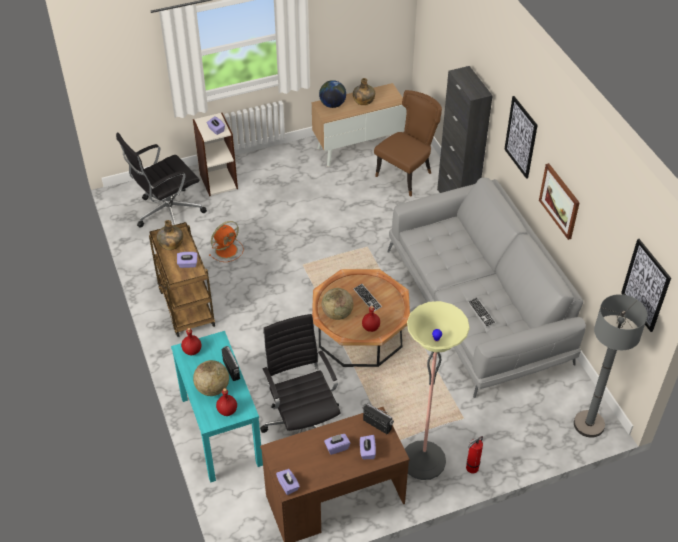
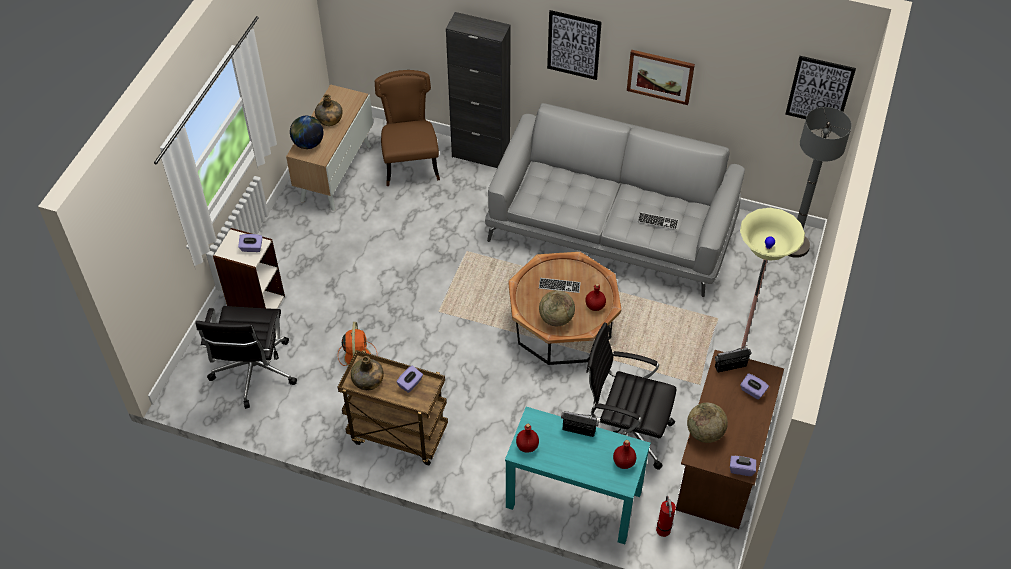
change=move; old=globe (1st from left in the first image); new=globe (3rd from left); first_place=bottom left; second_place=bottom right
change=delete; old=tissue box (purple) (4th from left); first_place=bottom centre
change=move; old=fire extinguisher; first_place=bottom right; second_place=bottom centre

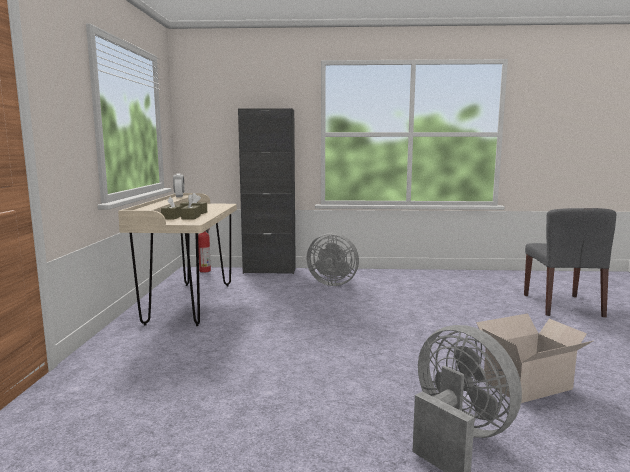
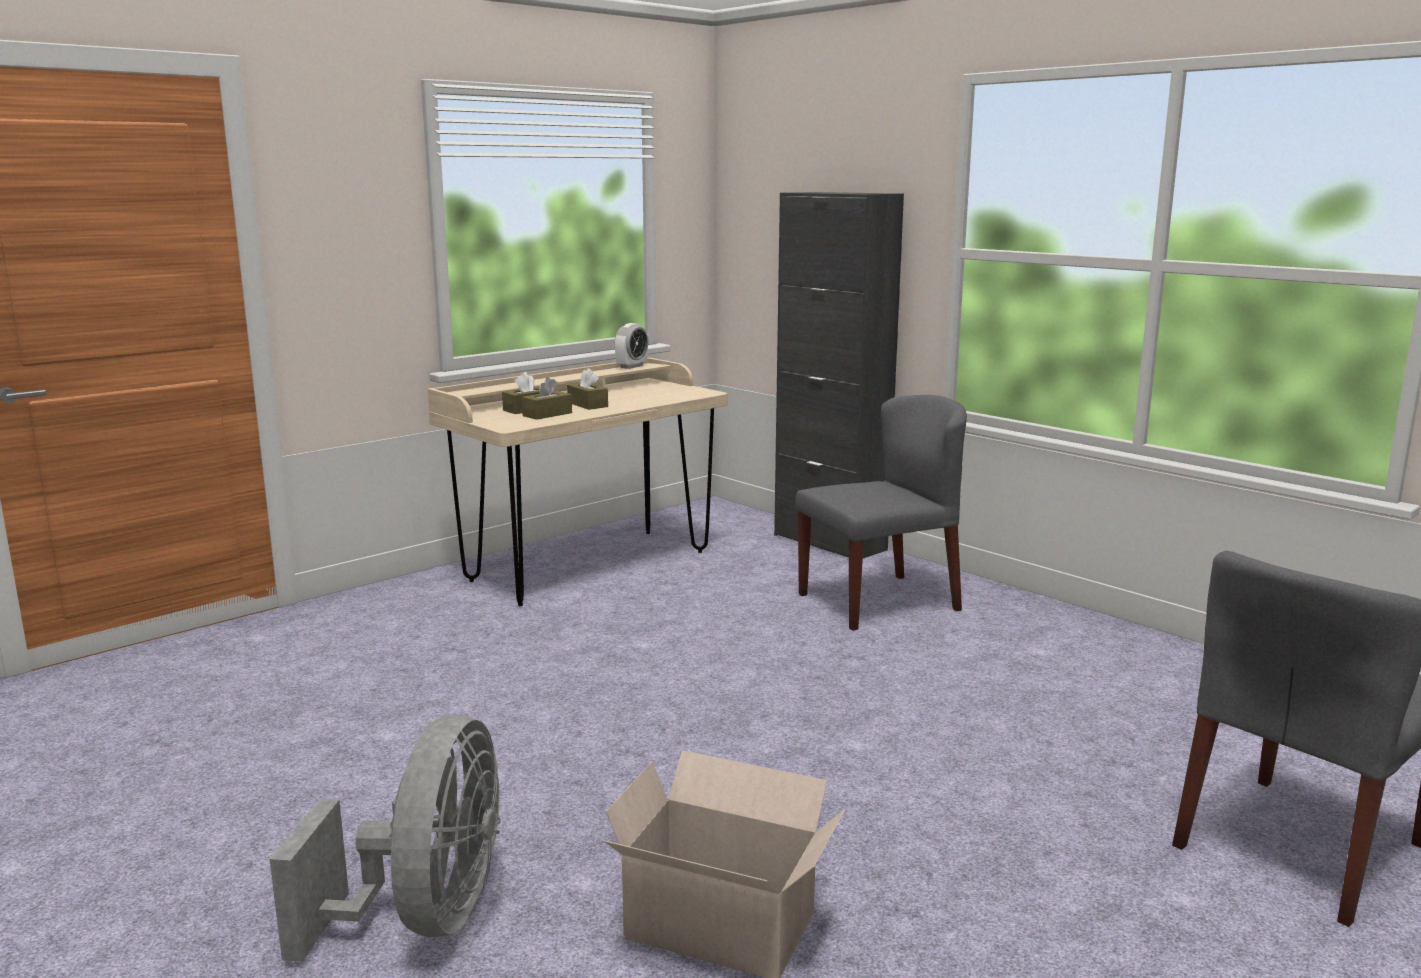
change=delete; old=fire extinguisher; first_place=middle left
change=replace; old=fan (grey) (1st from left); new=chair (grey) (1st from left); first_place=centre; second_place=centre

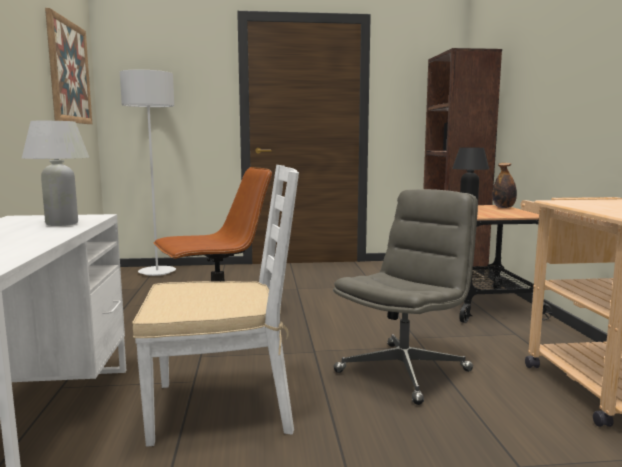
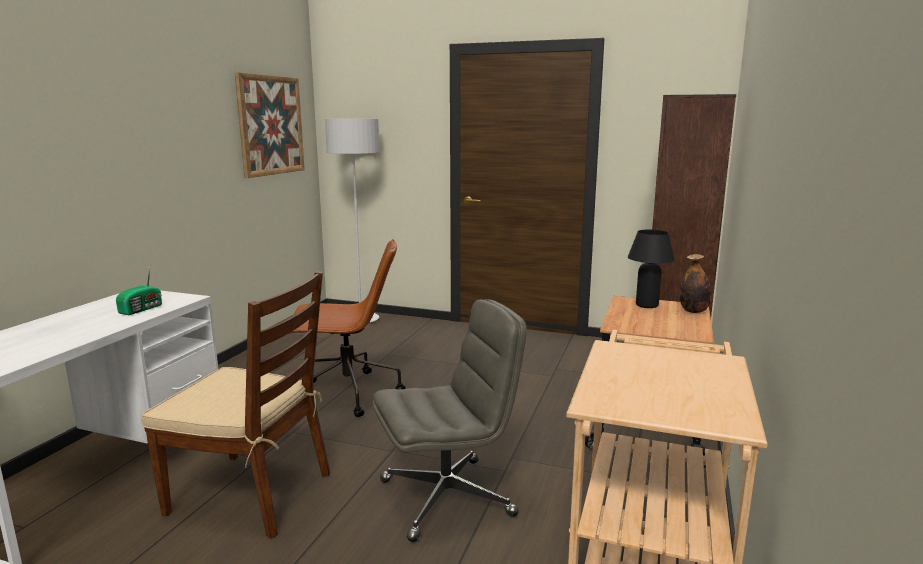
change=replace; old=table lamp (white); new=radio; first_place=middle left; second_place=middle left
change=recolor; old=chair (white); new=chair (brown); first_place=centre; second_place=bottom left

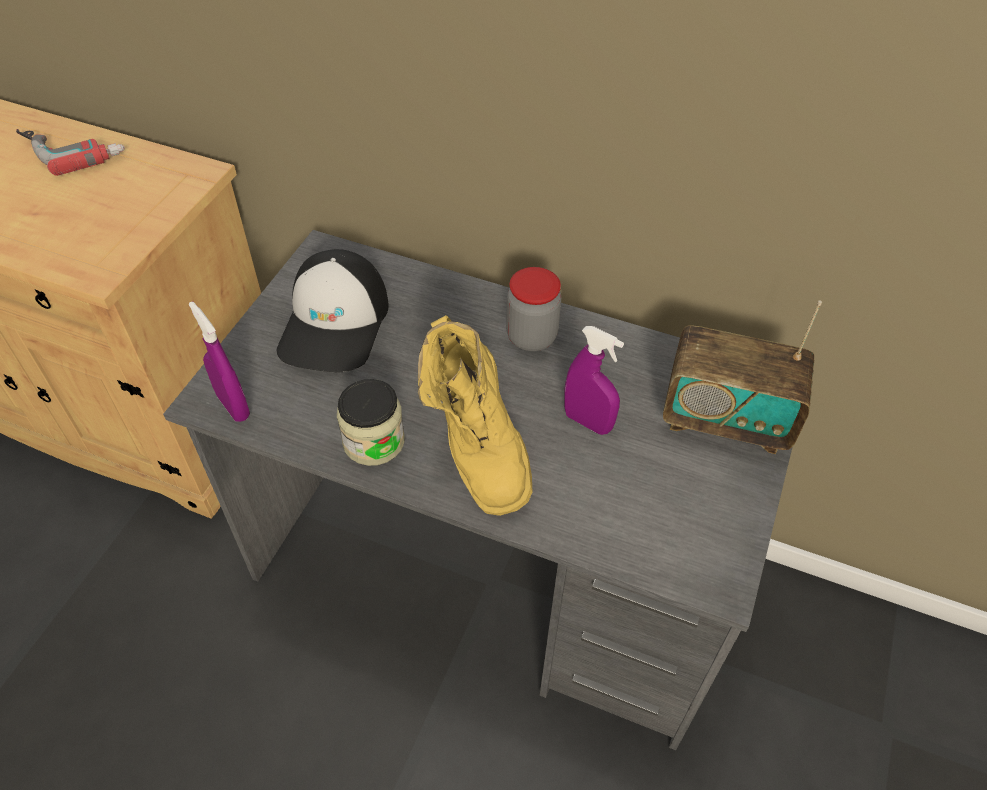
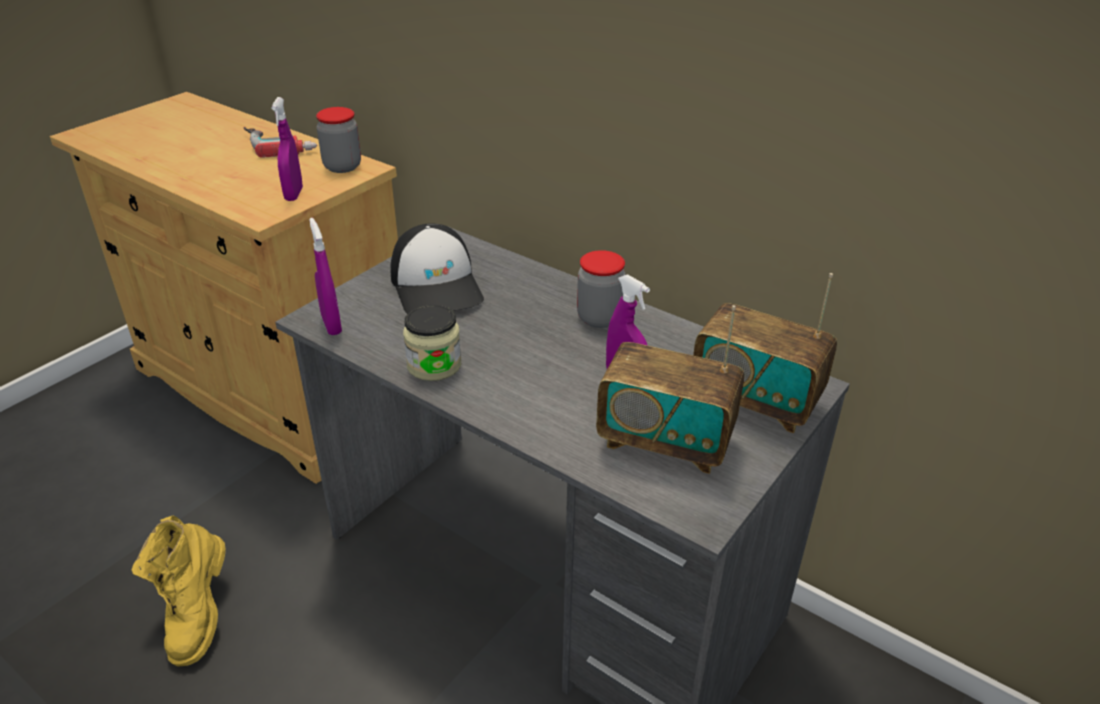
change=rotate; old=cap; first_place=centre; second_place=centre; degrees=-45
change=move; old=boot (yellow); first_place=centre; second_place=bottom left
change=insert; new=spray bottle (purple) (1st from left); second_place=top left
change=insert; new=jar (1st from left); second_place=top left
change=insert; new=radio (1st from left); second_place=centre

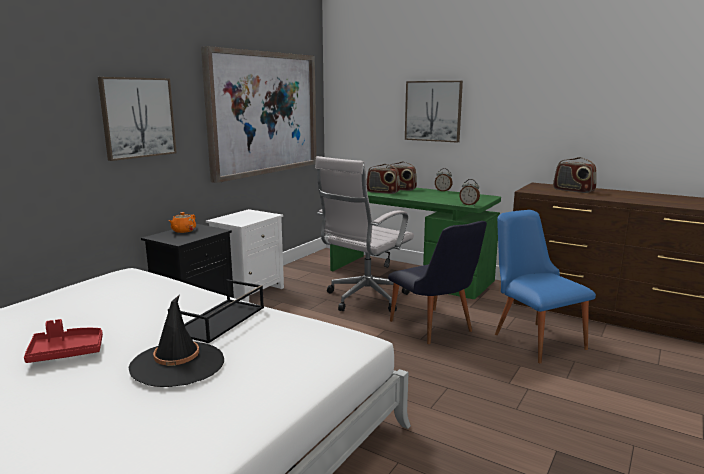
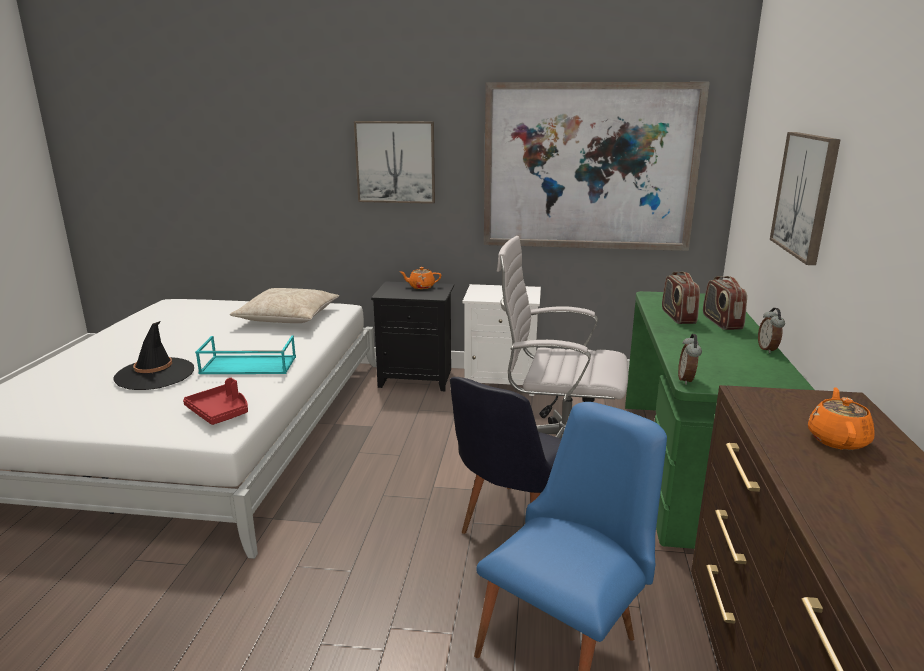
change=move; old=tray (red); first_place=bottom left; second_place=middle left
change=recolor; old=tray (black); new=tray (turquoise); first_place=middle left; second_place=middle left
change=replace; old=radio (3rd from left); new=teapot (orange) (2nd from left); first_place=middle right; second_place=middle right
change=insert; new=pillow (beige); second_place=middle left

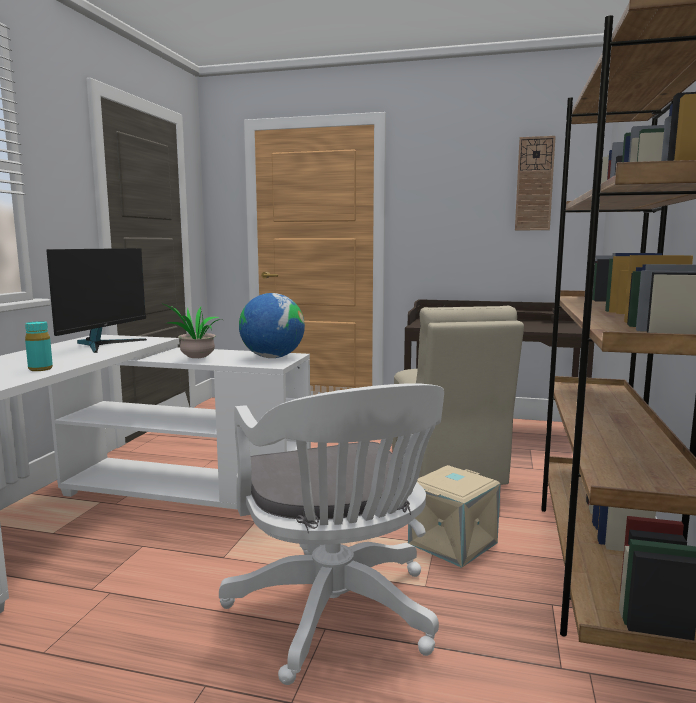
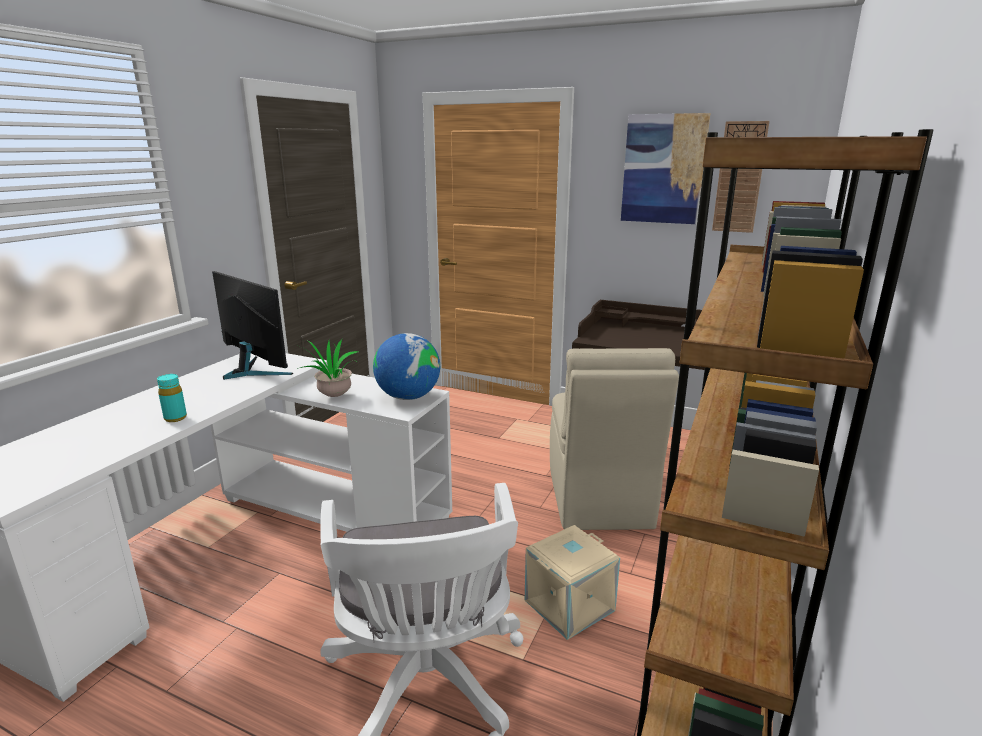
change=rotate; old=monitor; first_place=middle left; second_place=middle left; degrees=-75
change=insert; new=picture; second_place=top right

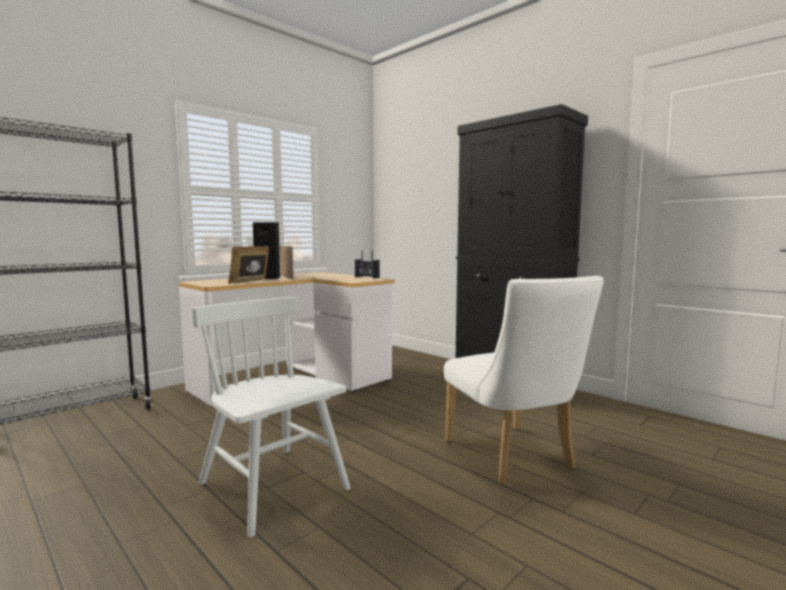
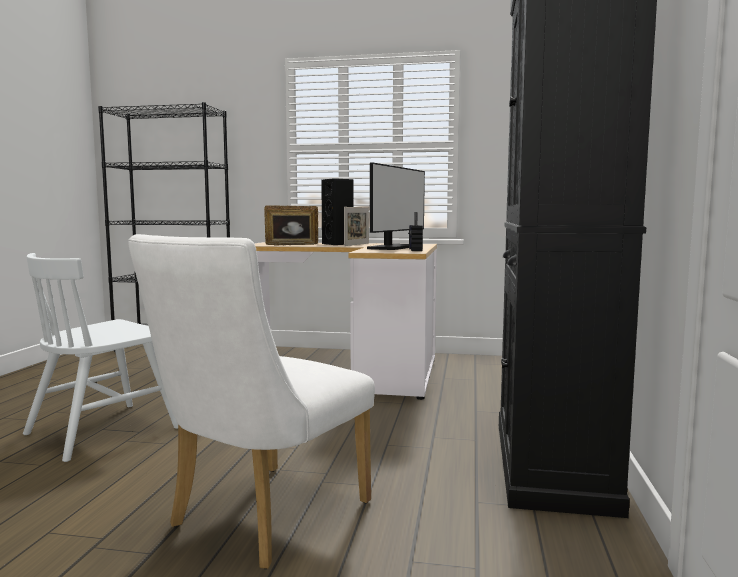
change=rotate; old=chair (white) (1st from left); first_place=bottom centre; second_place=middle left; degrees=-150
change=insert; new=monitor; second_place=centre

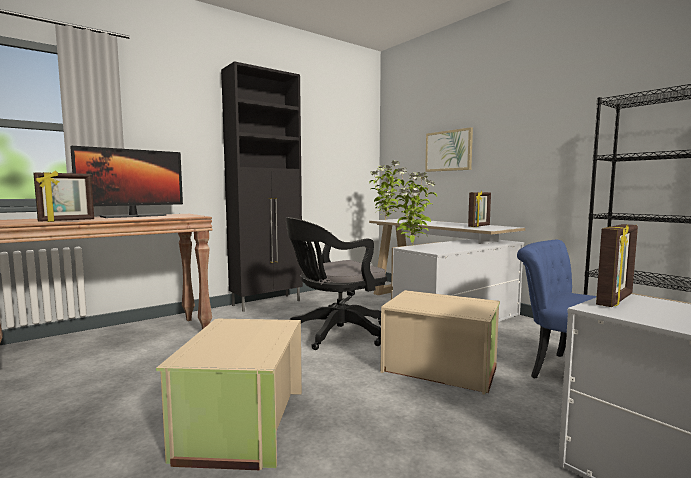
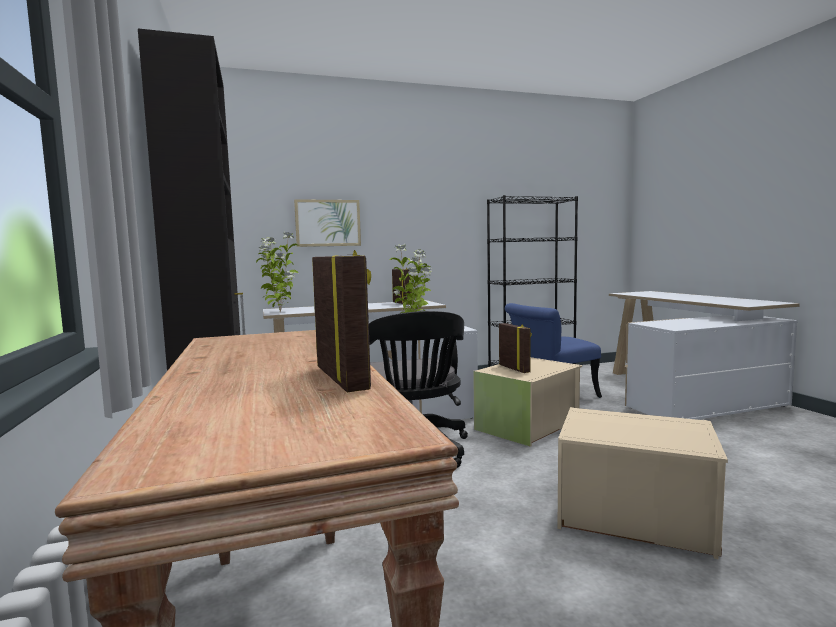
change=delete; old=monitor; first_place=middle left
change=move; old=picture frame (3rd from left); first_place=middle right; second_place=centre

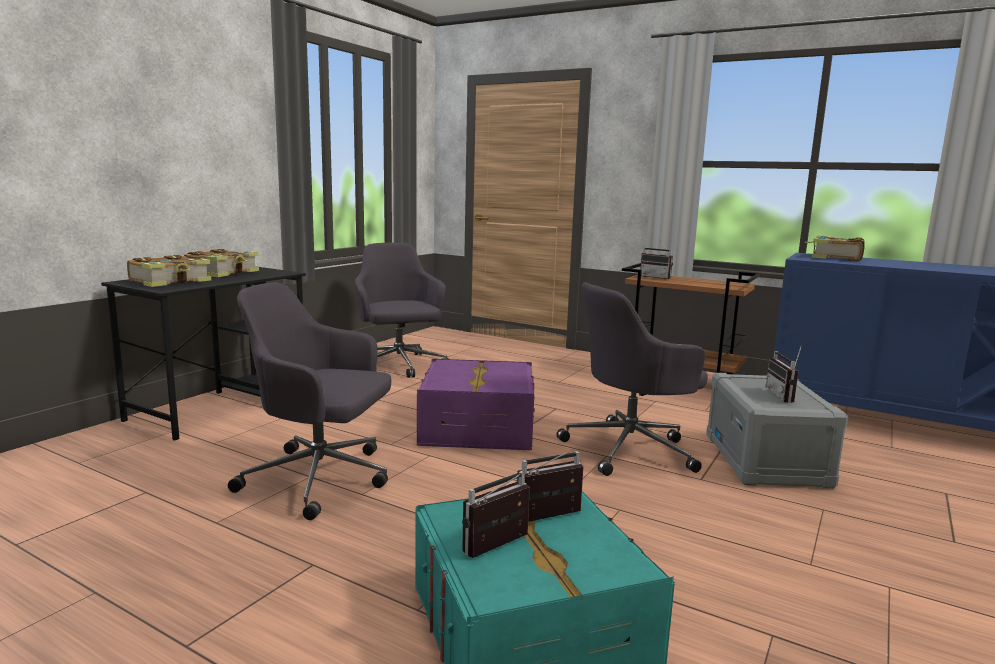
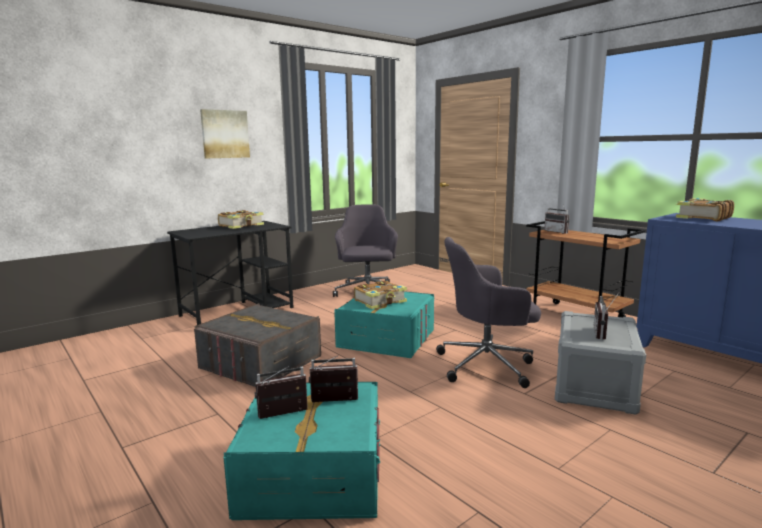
change=move; old=book (1st from left in the first image); new=book (2nd from left); first_place=middle left; second_place=centre
change=replace; old=office chair (grey) (1st from left); new=storage box (grey) (1st from left); first_place=middle left; second_place=centre
change=recolor; old=storage box (purple); new=storage box (turquoise) (2nd from left); first_place=centre; second_place=centre
change=insert; new=picture; second_place=top left

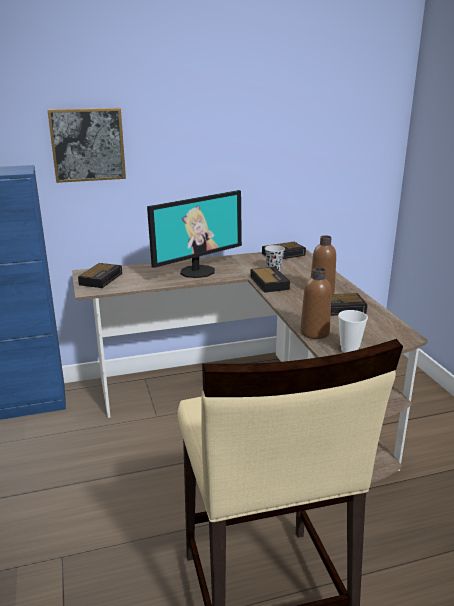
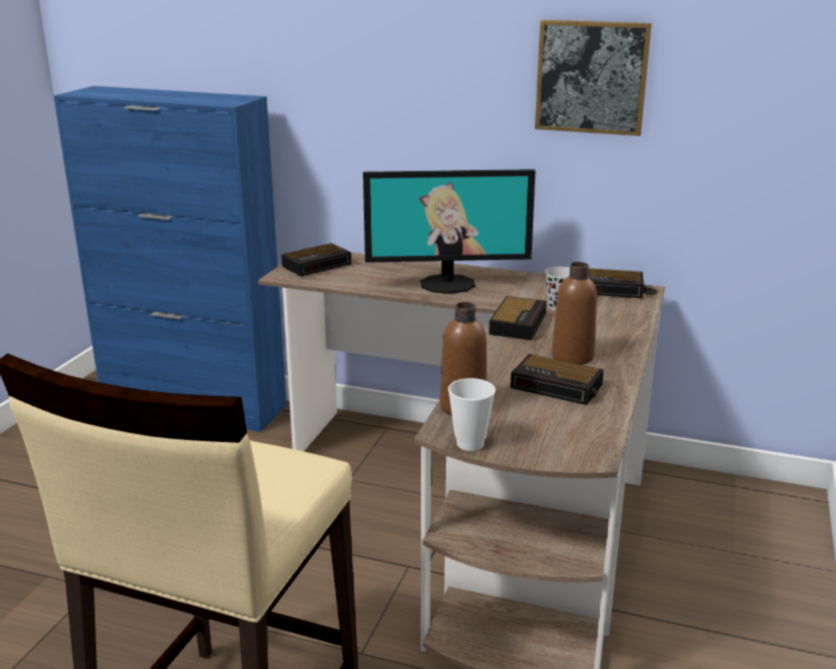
change=move; old=picture; first_place=top left; second_place=top right

